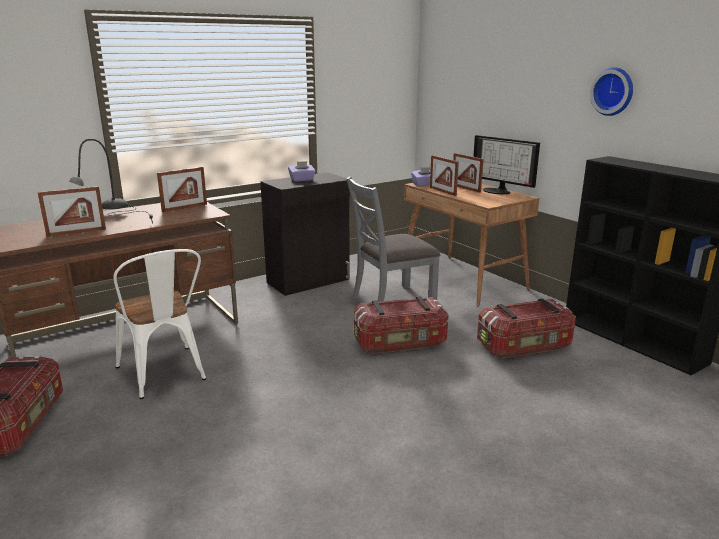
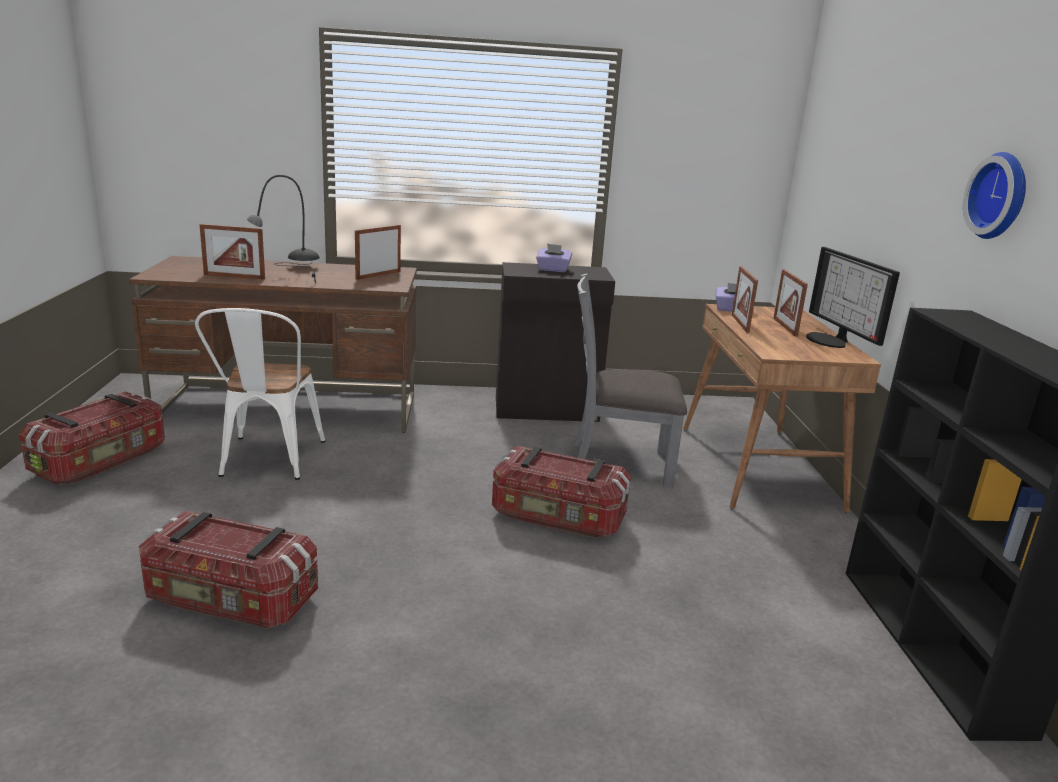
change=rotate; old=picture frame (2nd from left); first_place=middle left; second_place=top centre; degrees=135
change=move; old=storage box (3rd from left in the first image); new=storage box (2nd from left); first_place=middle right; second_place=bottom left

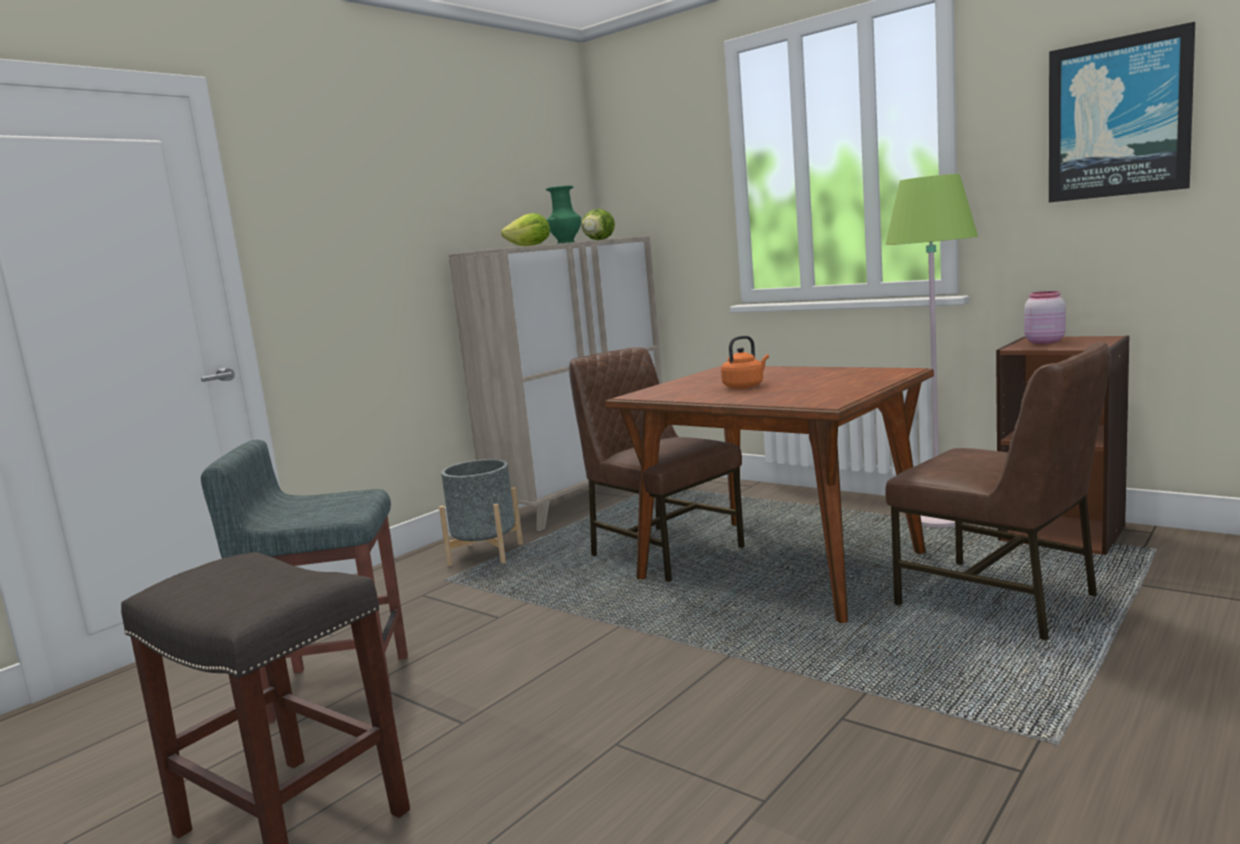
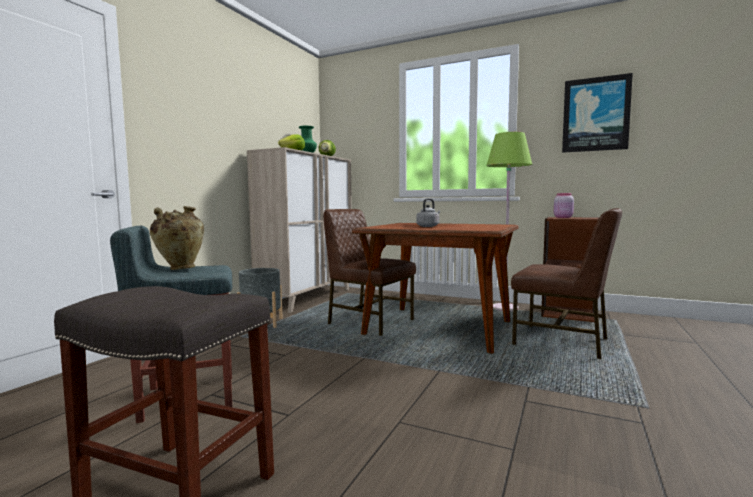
change=recolor; old=kettle (orange); new=kettle (grey); first_place=centre; second_place=centre
change=insert; new=vase (beige); second_place=middle left

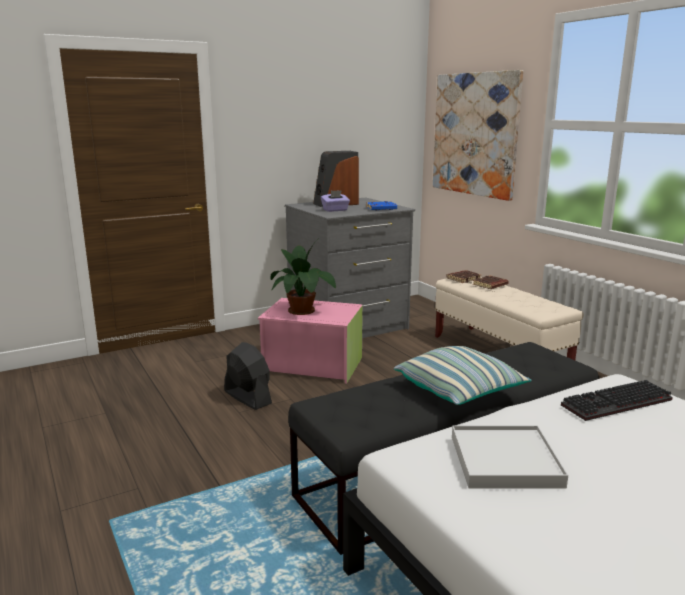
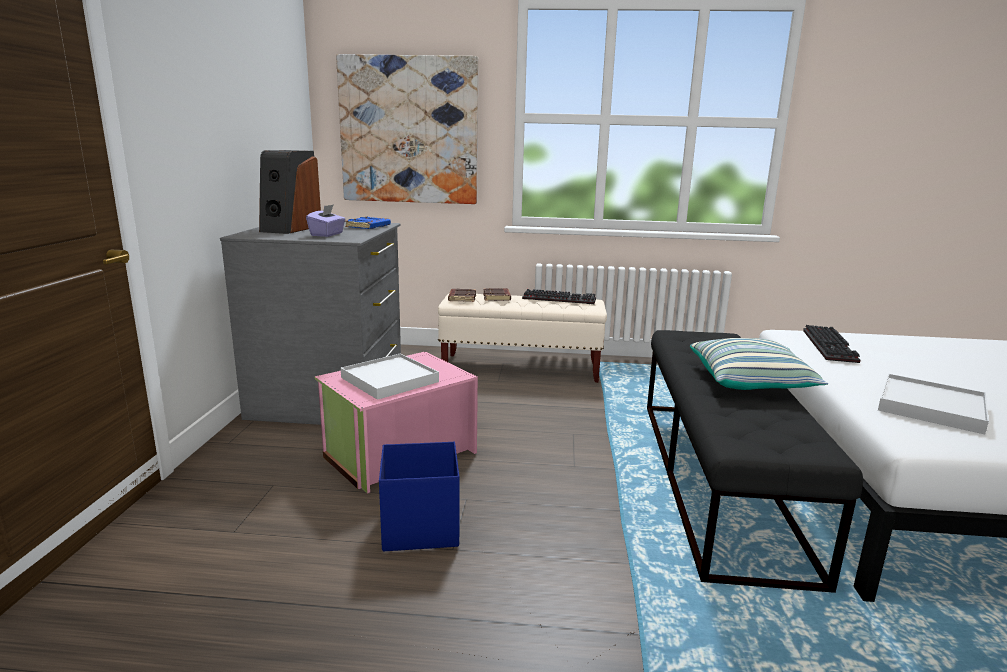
change=replace; old=fan (black); new=storage box (blue); first_place=centre; second_place=bottom centre
change=replace; old=potted plant; new=tray (white) (1st from left); first_place=centre; second_place=centre
change=insert; new=keyboard (1st from left); second_place=centre

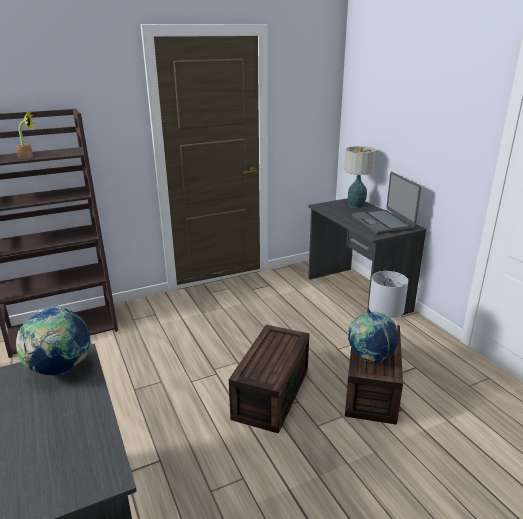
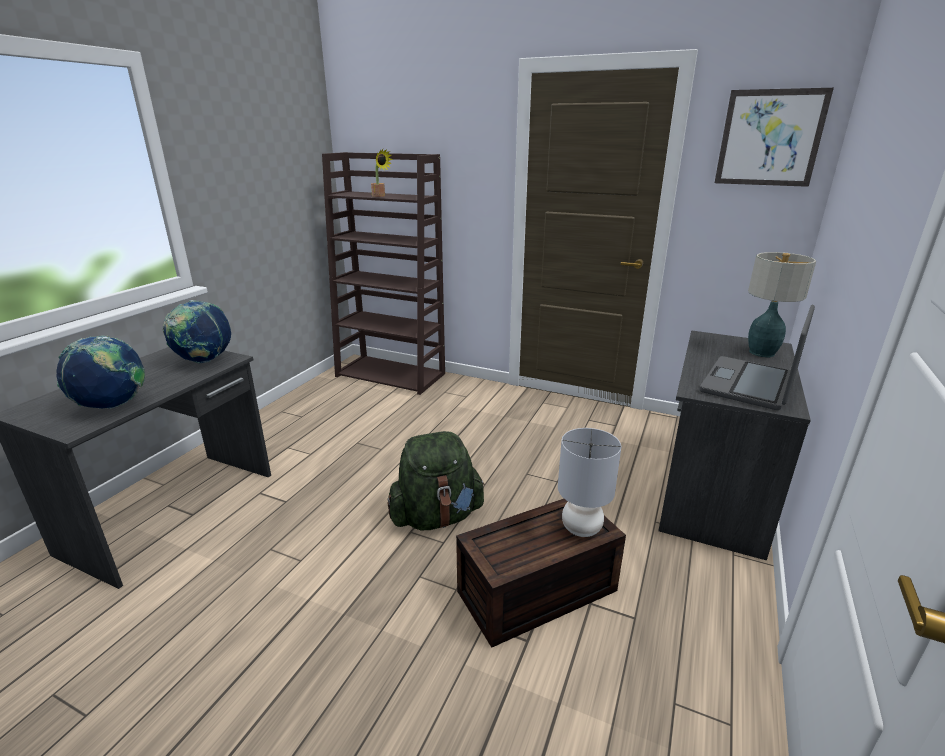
change=replace; old=storage box (brown) (1st from left); new=backpack (green); first_place=bottom centre; second_place=centre
change=move; old=globe (2nd from left in the first image); new=globe (1st from left); first_place=middle right; second_place=middle left
change=insert; new=picture; second_place=top right

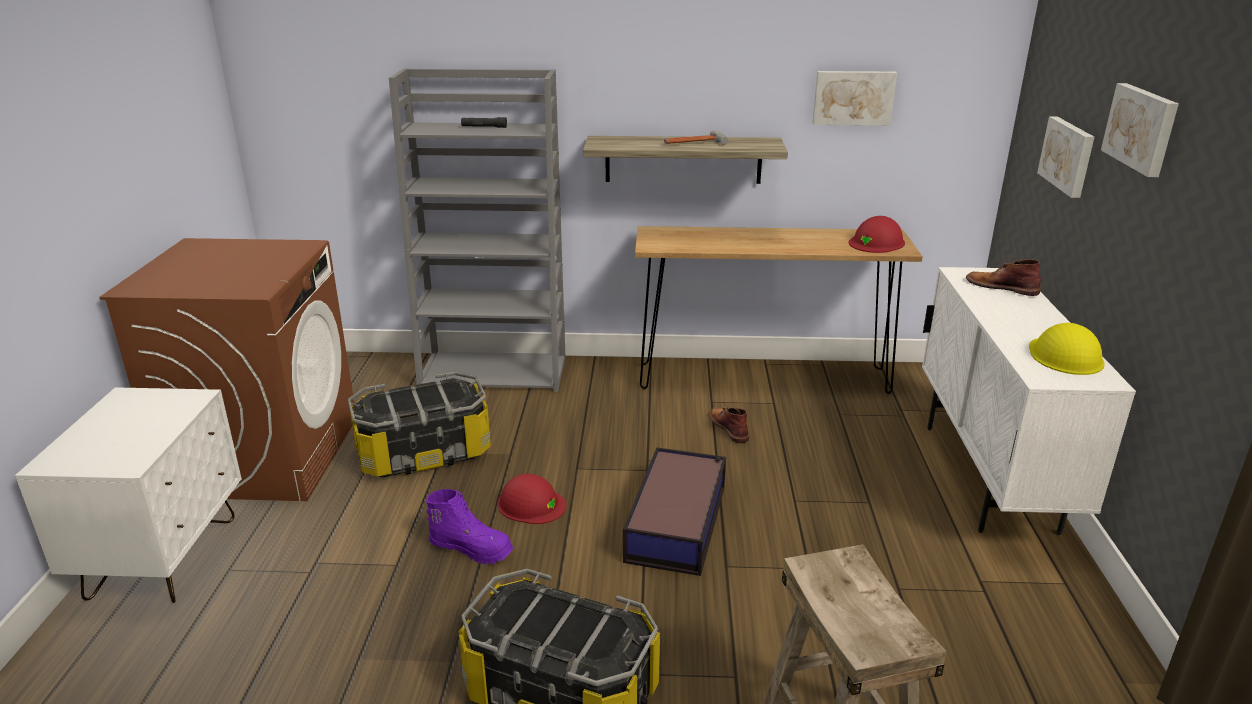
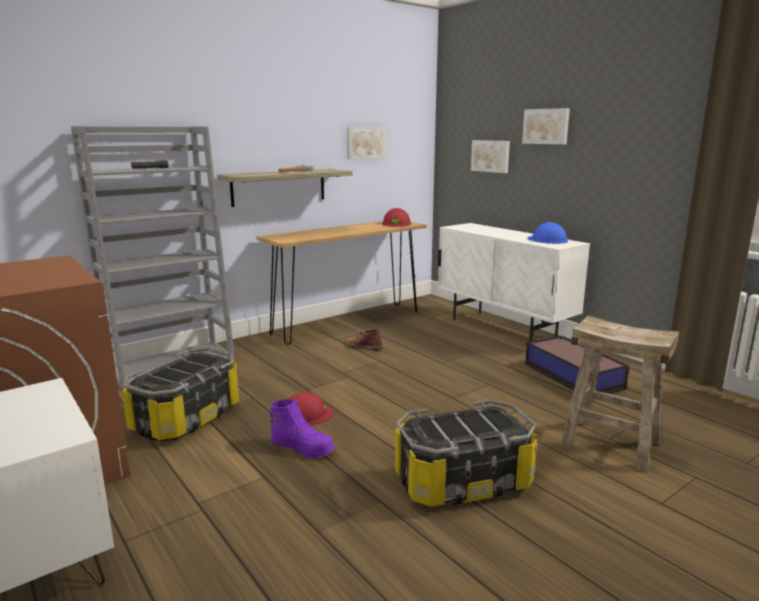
change=rotate; old=boot (purple); first_place=bottom centre; second_place=bottom centre; degrees=45
change=move; old=storage box (3rd from left); first_place=bottom centre; second_place=middle right
change=delete; old=boot (brown) (2nd from left); first_place=middle right
change=recolor; old=hard hat (yellow); new=hard hat (blue); first_place=middle right; second_place=middle right

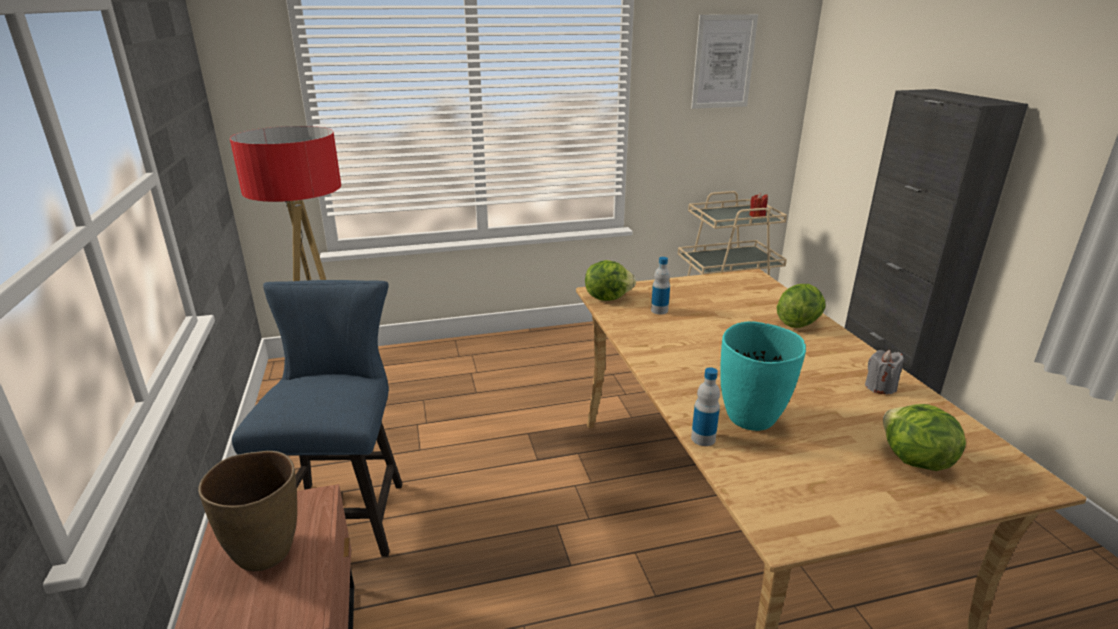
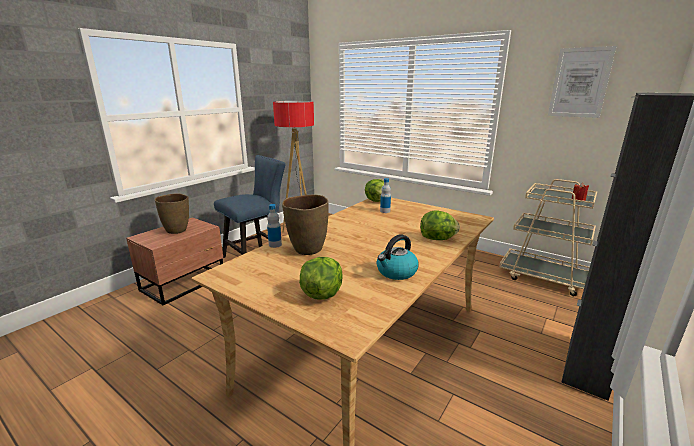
change=recolor; old=vase (turquoise); new=vase (brown) (2nd from left); first_place=middle right; second_place=centre
change=replace; old=candle (grey); new=kettle; first_place=middle right; second_place=centre

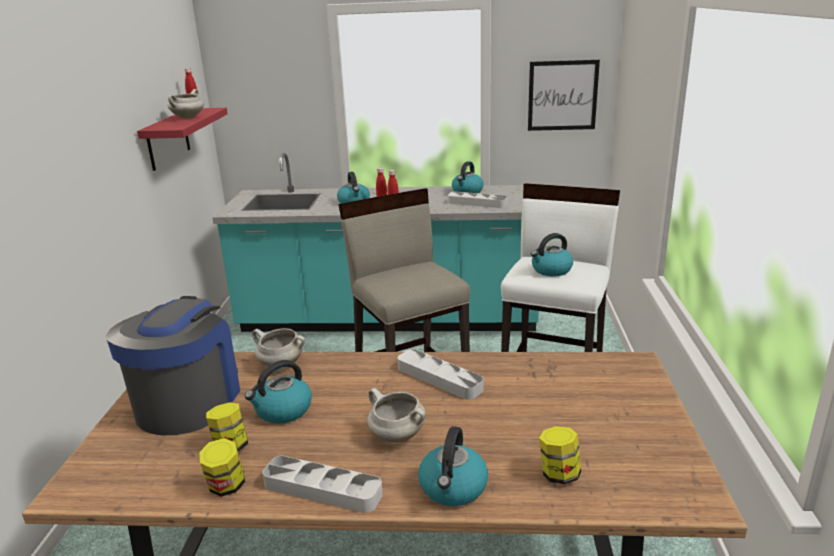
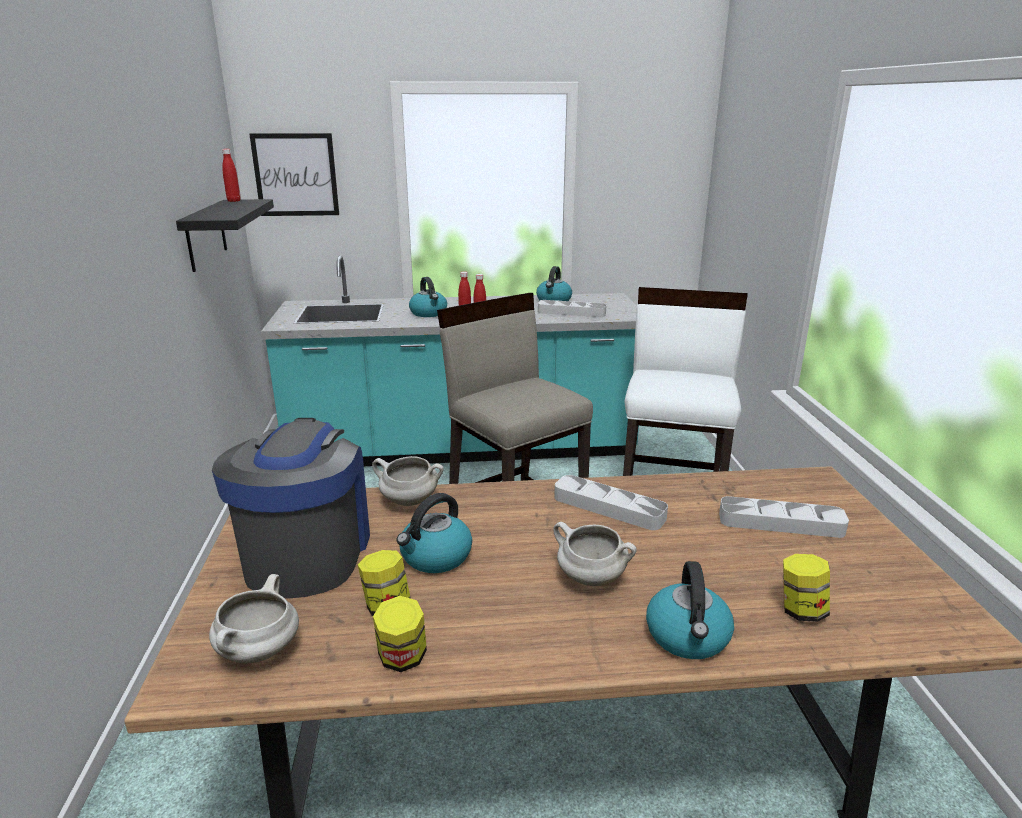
change=recolor; old=shelf (red); new=shelf (black); first_place=top left; second_place=top left
change=move; old=cooking pot (white) (1st from left); first_place=top left; second_place=bottom left
change=move; old=tray (grey) (1st from left in the first image); new=tray (grey) (3rd from left); first_place=bottom centre; second_place=middle right
change=move; old=picture; first_place=top right; second_place=top left
change=delete; old=kettle (5th from left); first_place=centre

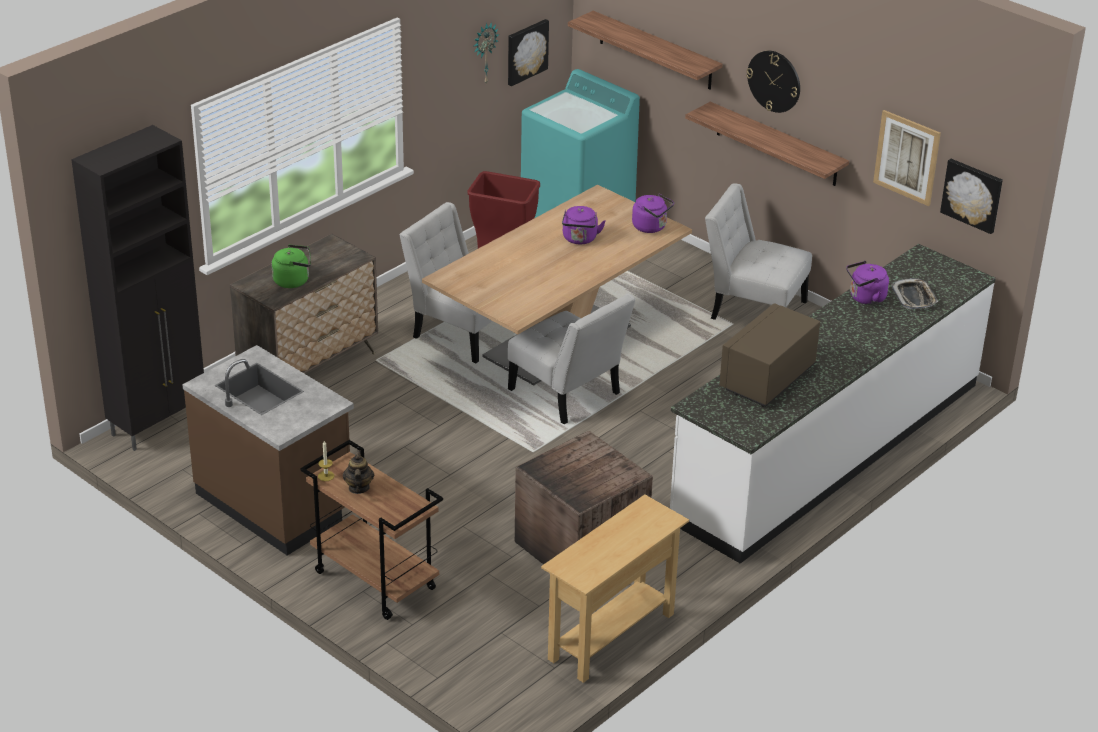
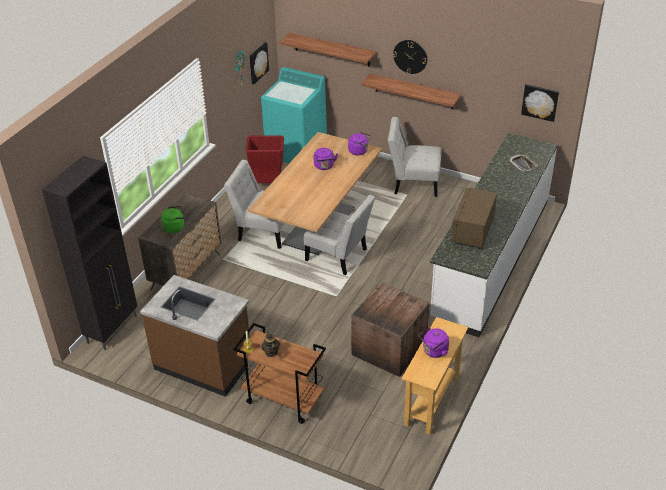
change=move; old=kettle (purple) (3rd from left); first_place=middle right; second_place=bottom centre
change=delete; old=picture (2nd from left); first_place=top right

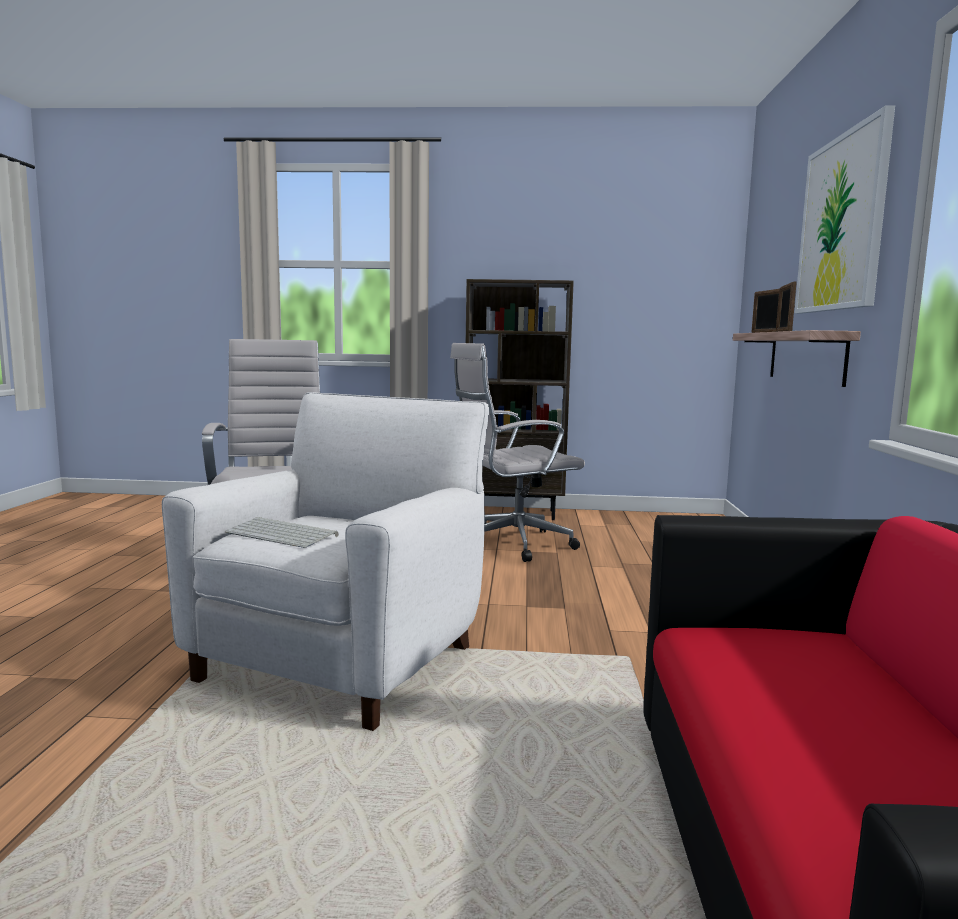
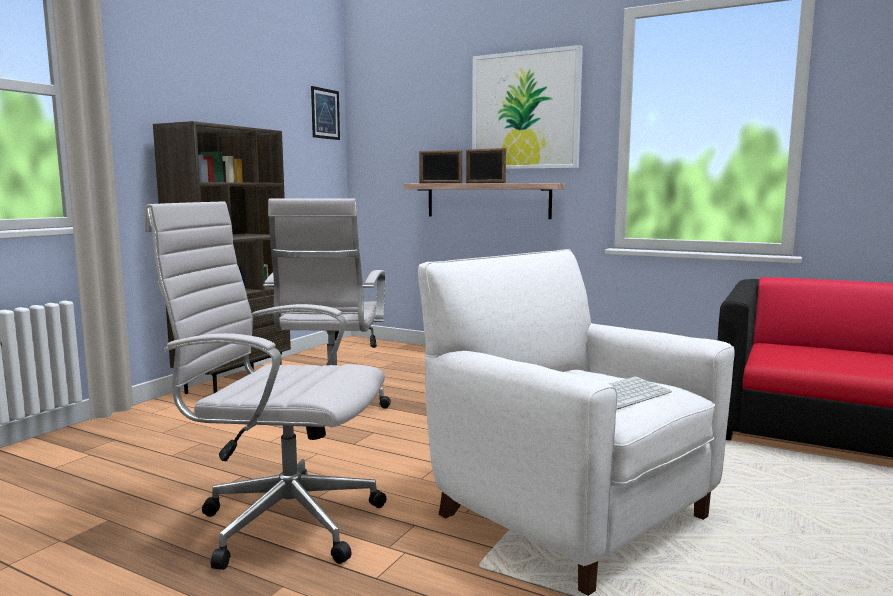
change=insert; new=picture (1st from left); second_place=top centre

